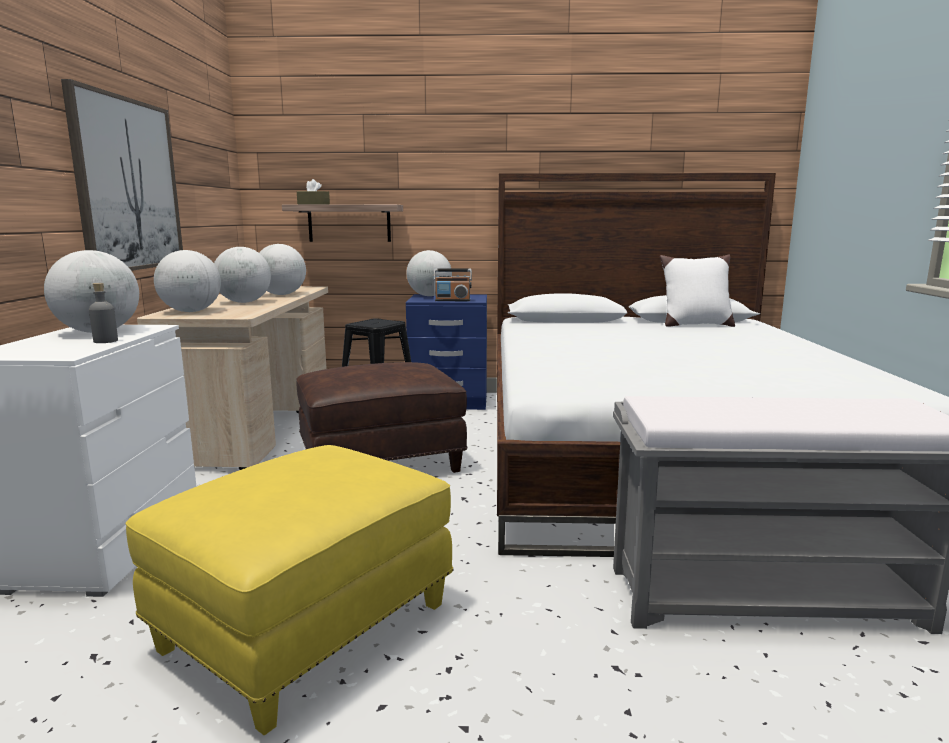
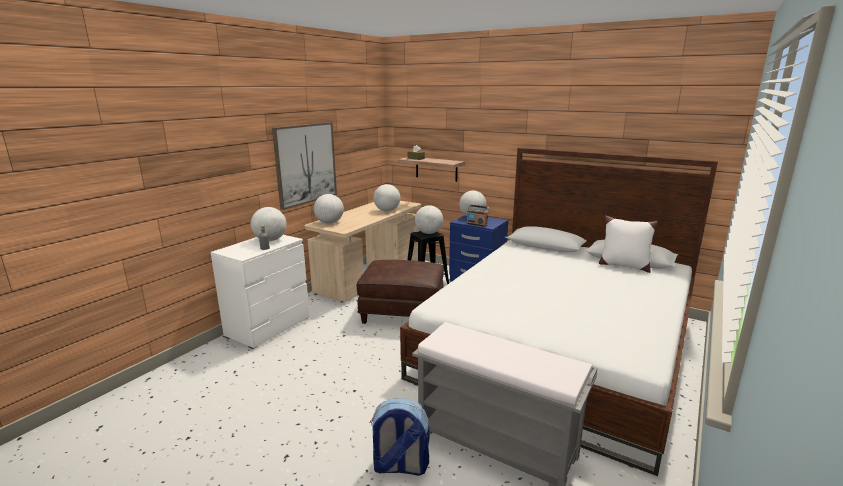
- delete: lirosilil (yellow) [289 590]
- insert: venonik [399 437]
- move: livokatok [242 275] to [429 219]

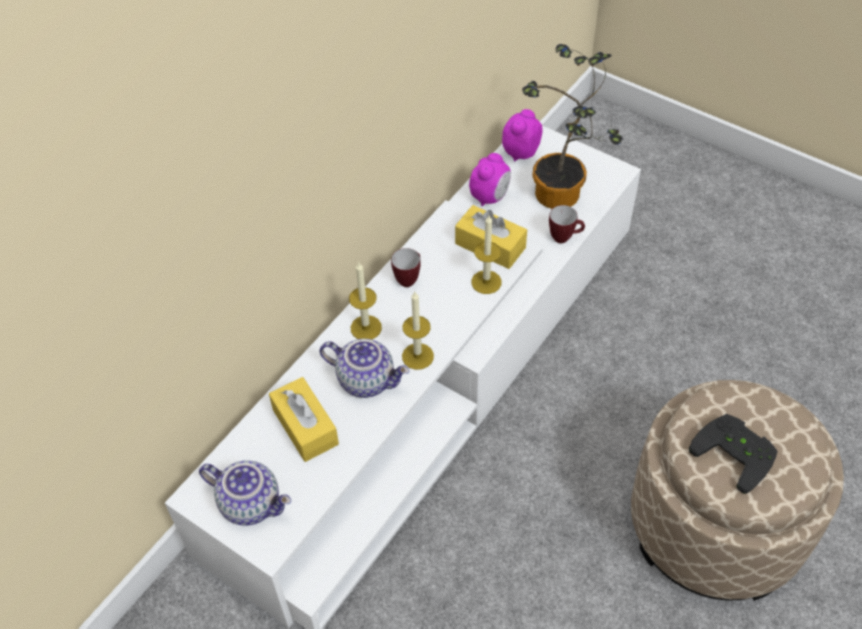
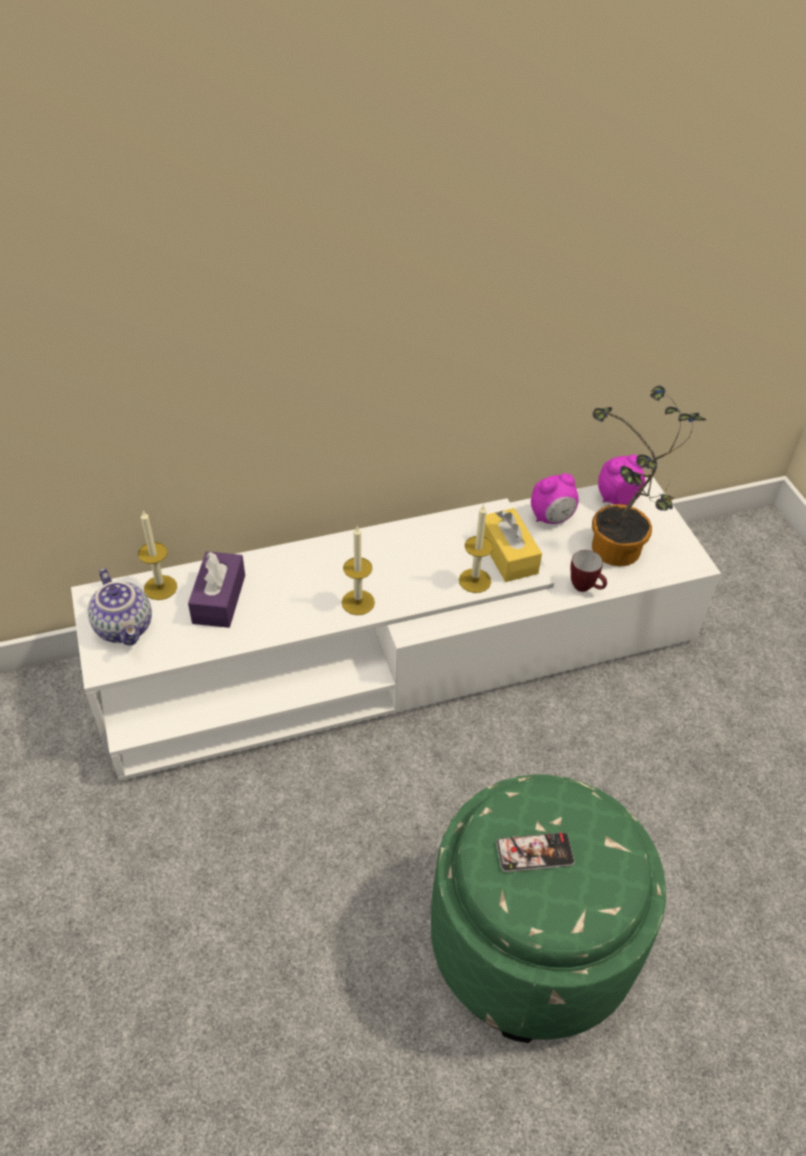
- delete: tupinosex [365 368]
- delete: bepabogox [406 267]
- move: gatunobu [365 301] to [157 555]
- replace: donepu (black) [733 454] to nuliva [535 852]
- recolor: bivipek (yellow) [304 419] to bivipek (purple) [216 589]
- recolor: lirosilil (beige) [737 490] to lirosilil (green) [548 908]

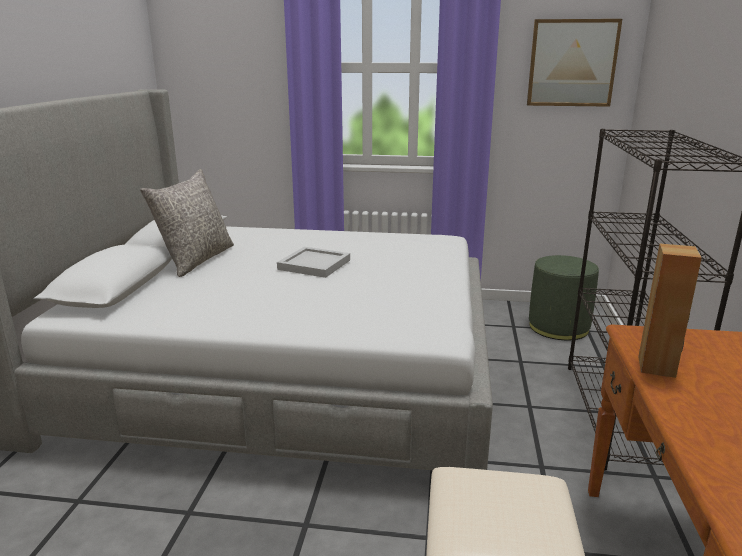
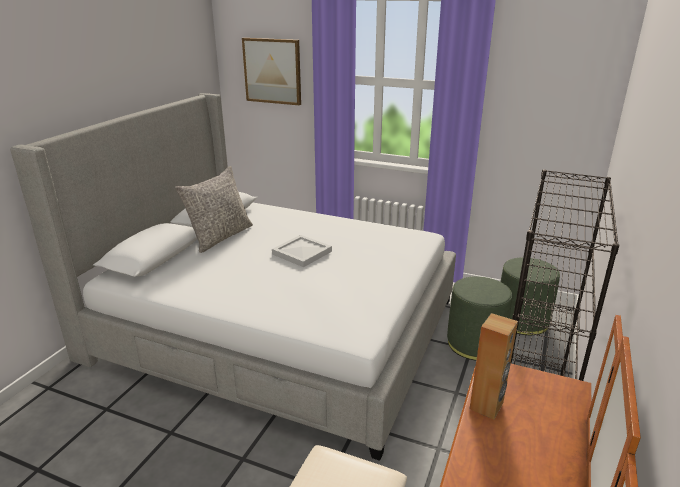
- insert: lirosilil (green) [479 318]
- move: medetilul [574 63] to [271 71]

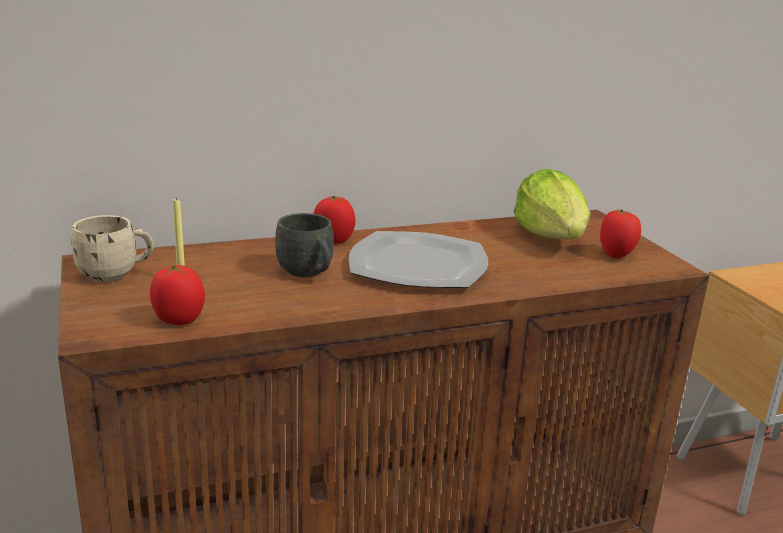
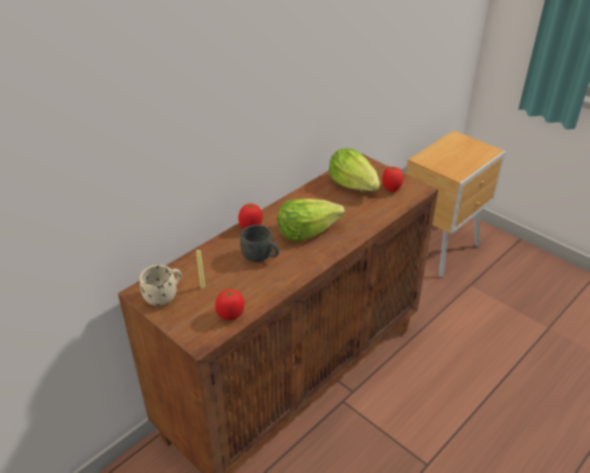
- replace: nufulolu [418 259] to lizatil [311 220]

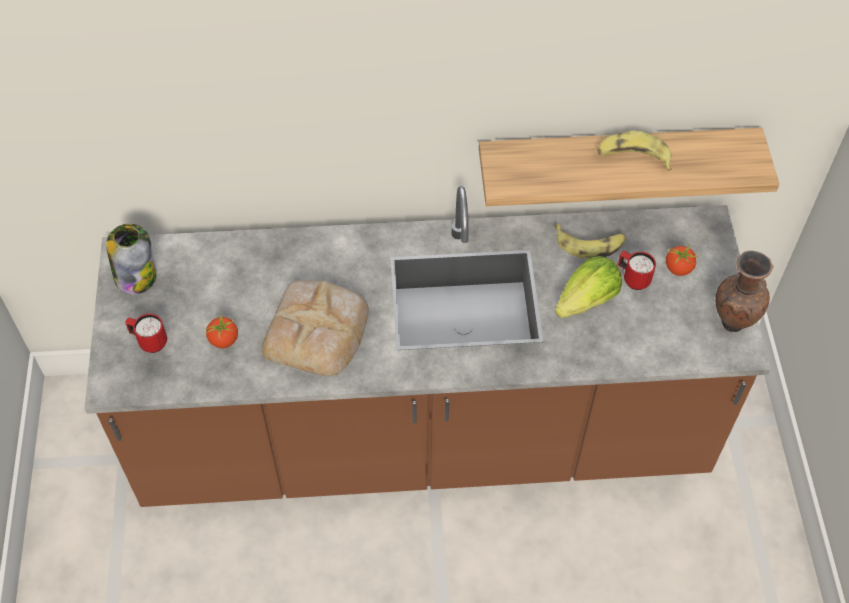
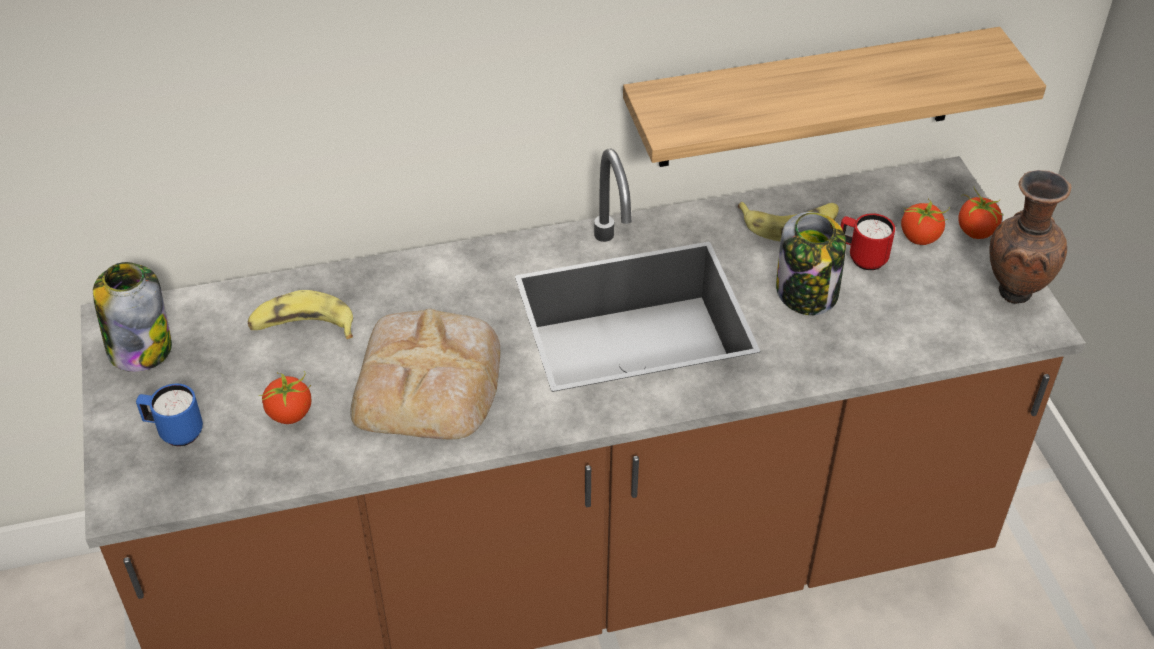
- insert: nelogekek [981 213]
- move: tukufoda [634 151] to [300 314]
- replace: lizatil [588 287] to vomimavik [811 263]
- recolor: bepabogox (red) [146 333] to bepabogox (blue) [169 414]

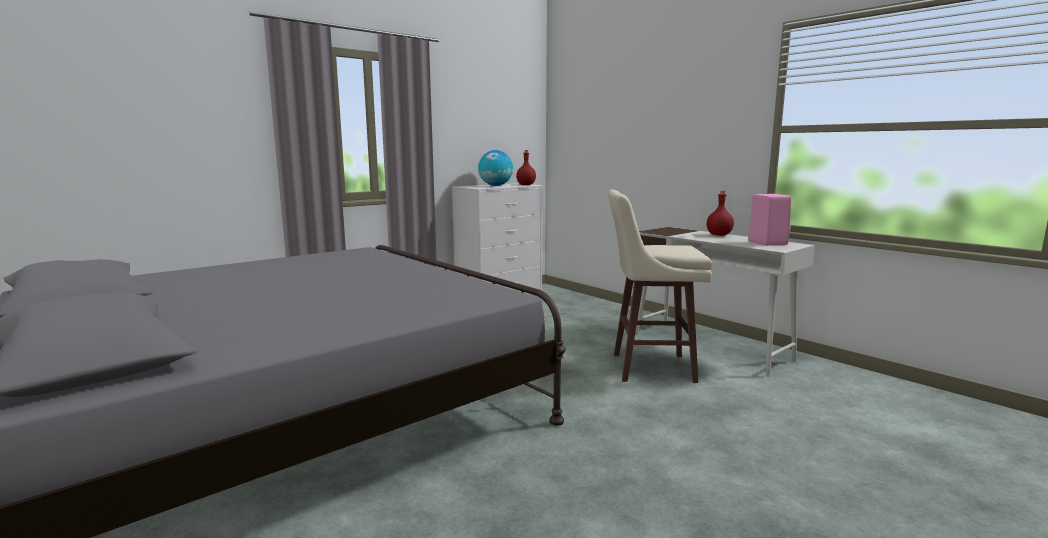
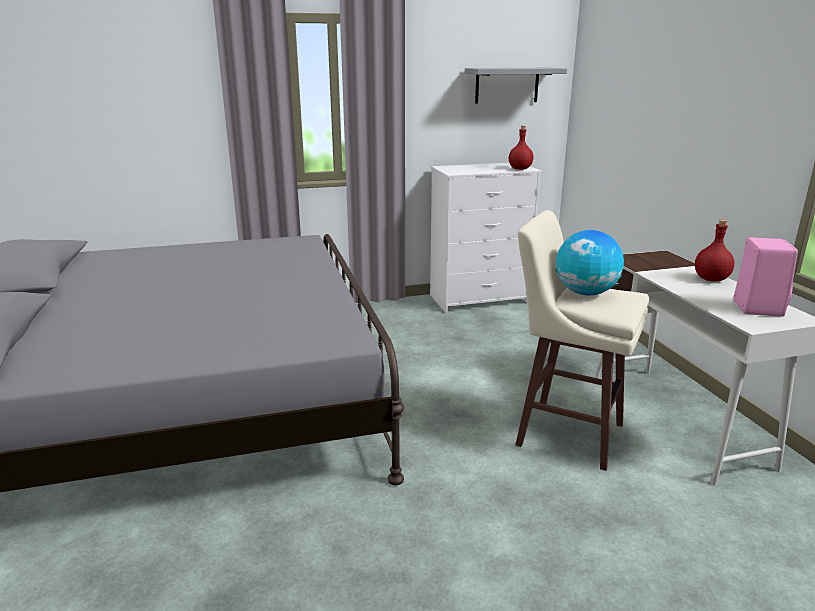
- insert: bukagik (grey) [516 85]
- move: livokatok [495 168] to [590 262]

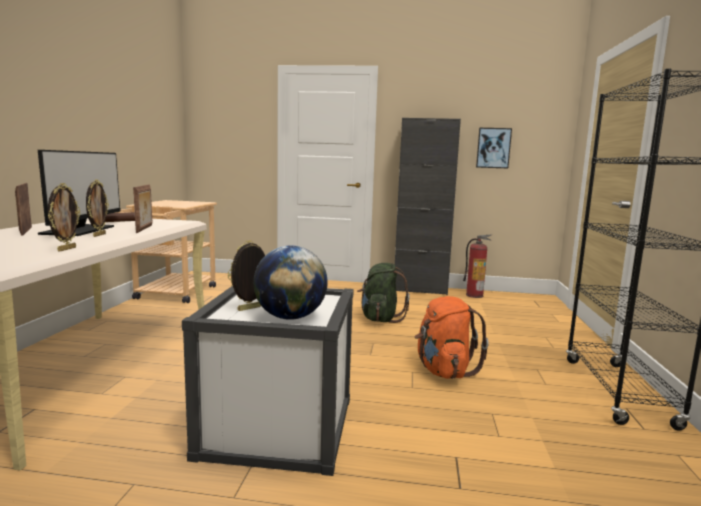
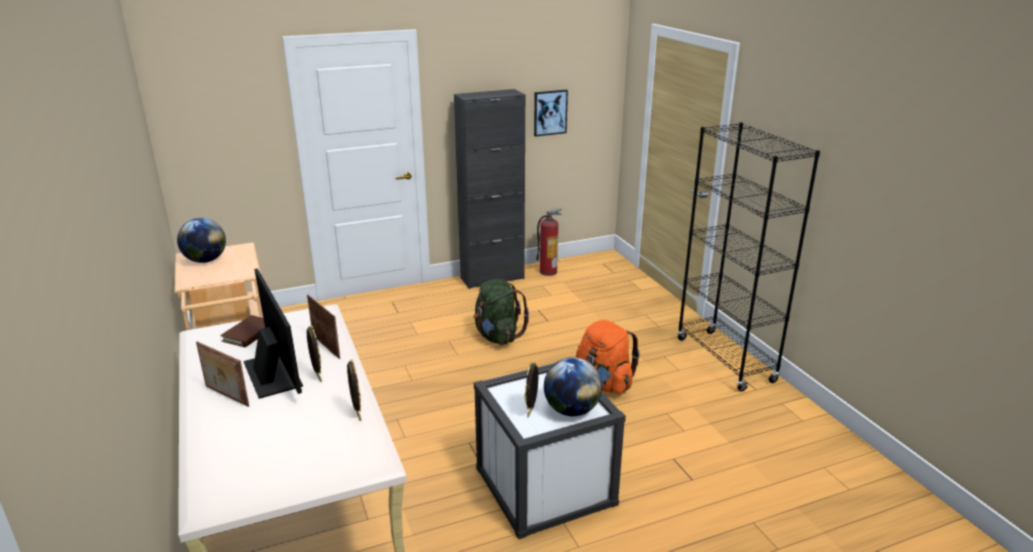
- insert: livokatok [201 240]

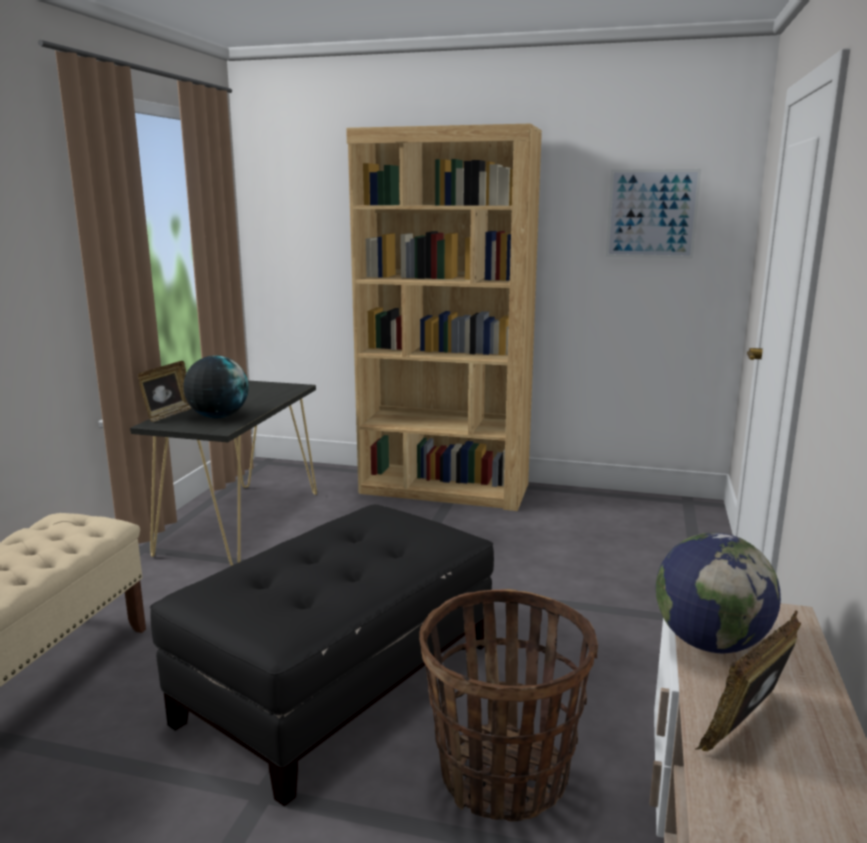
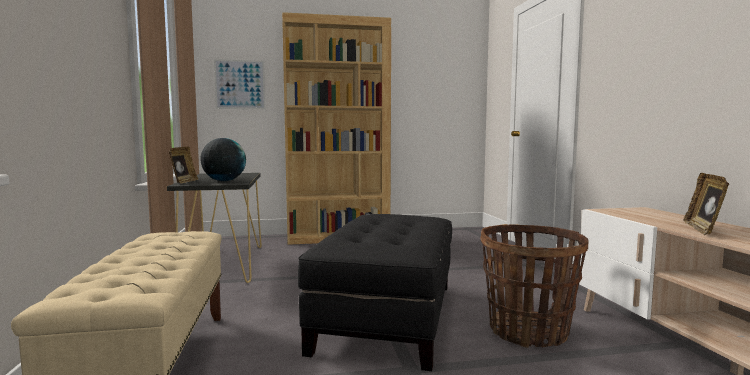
- delete: livokatok [718 592]
- move: medetilul [653 213] to [240 84]

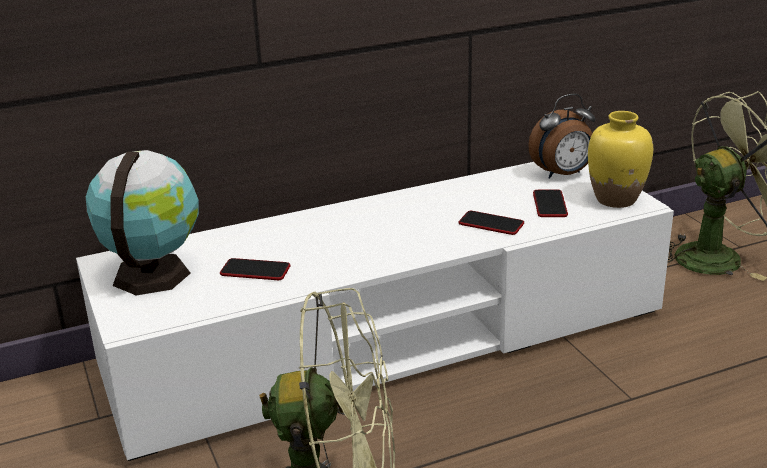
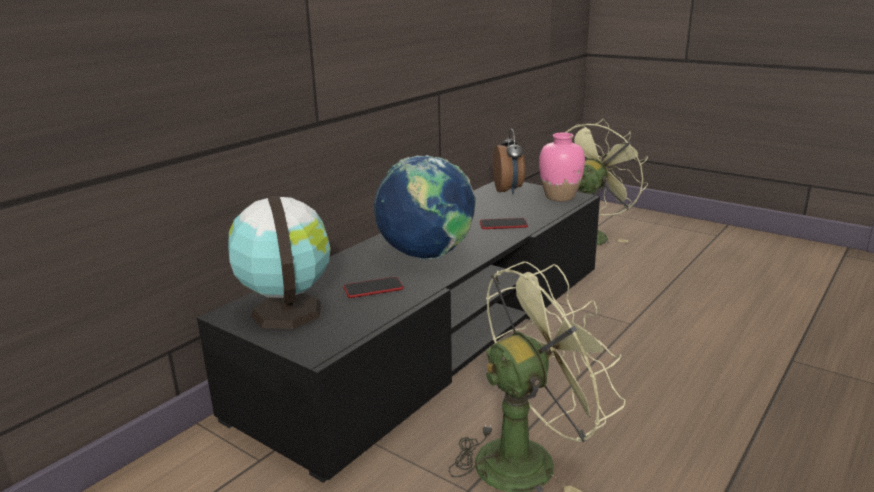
- delete: nuliva [550 203]
- insert: livokatok [425 207]
- recolor: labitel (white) [375 311] to labitel (black) [398 332]
- recolor: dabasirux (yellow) [620 159] to dabasirux (pink) [562 167]
- rotate: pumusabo [561 136] = [509 161] 45 degrees counterclockwise

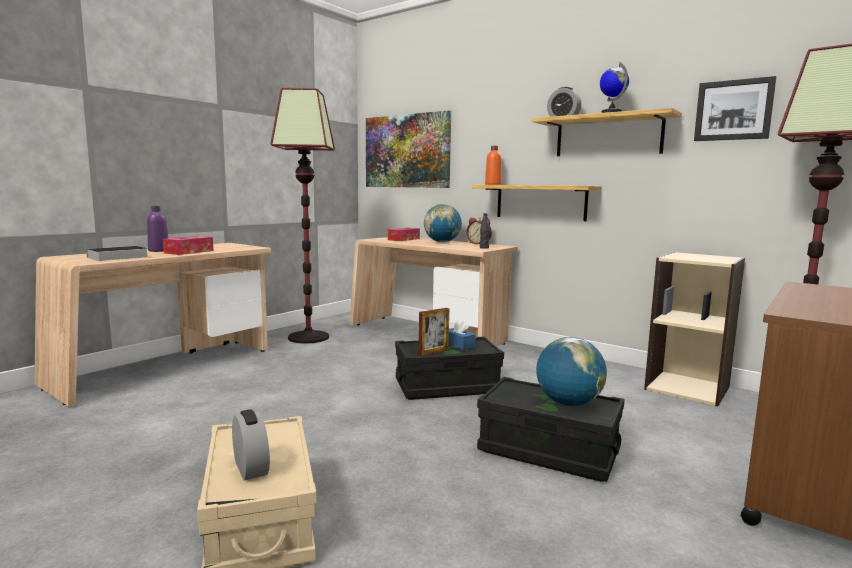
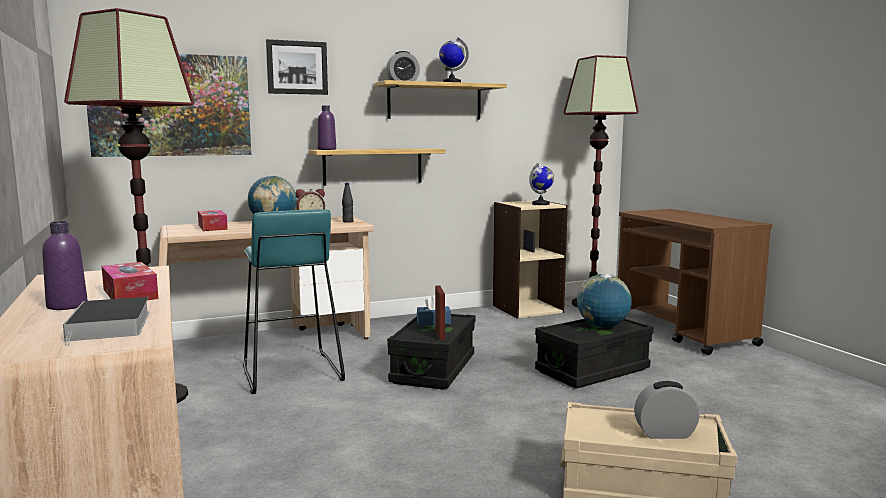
- insert: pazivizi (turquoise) [294 301]
- insert: livokatok [541 184]
- move: medetilul [735 108] to [297 67]
- recolor: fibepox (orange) [493 165] to fibepox (purple) [326 127]

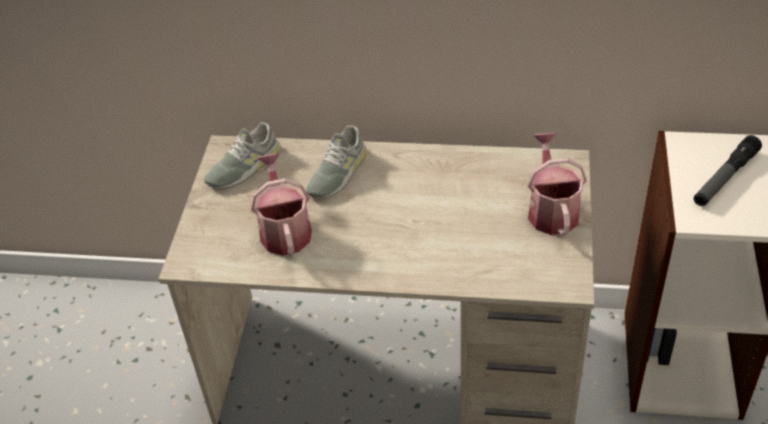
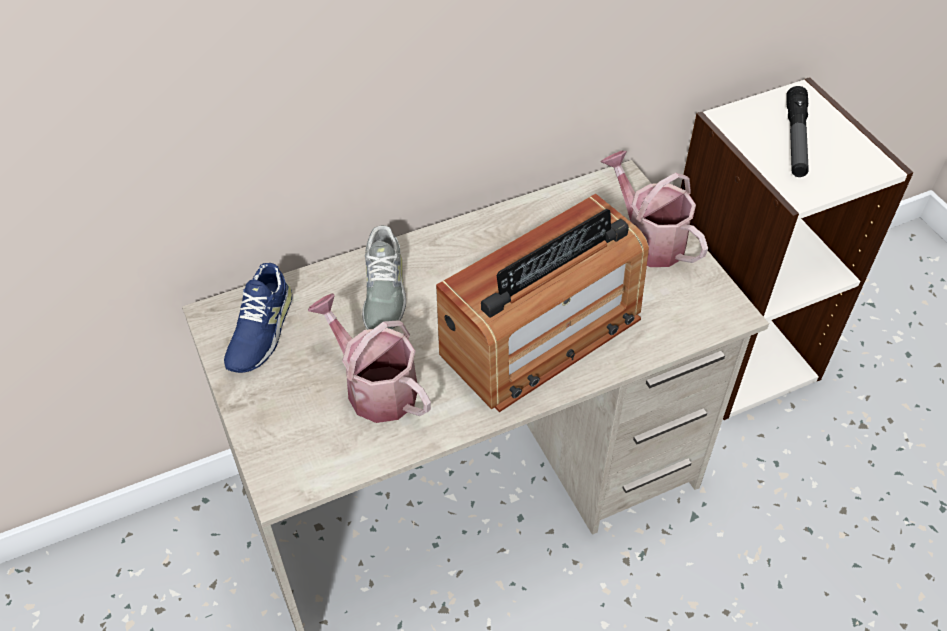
- insert: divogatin [542 302]
- recolor: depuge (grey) [242 155] to depuge (blue) [258 318]

